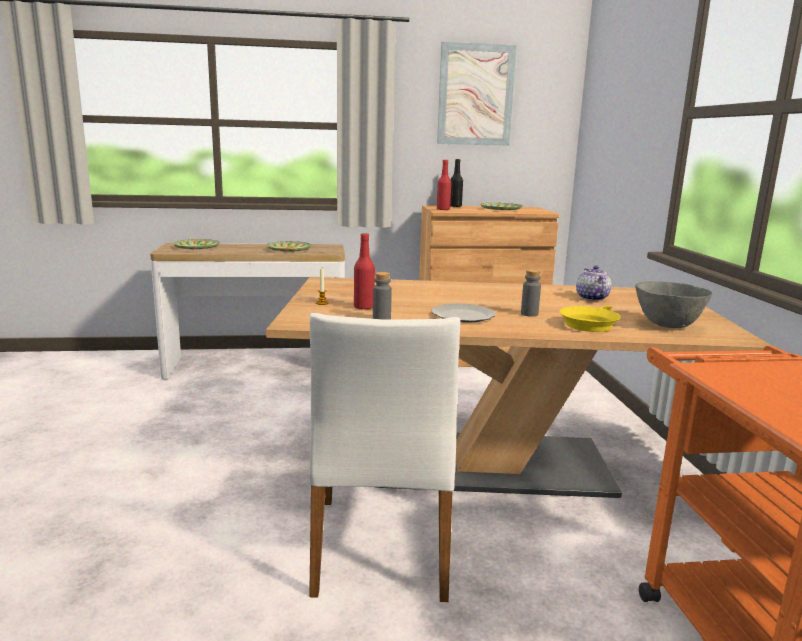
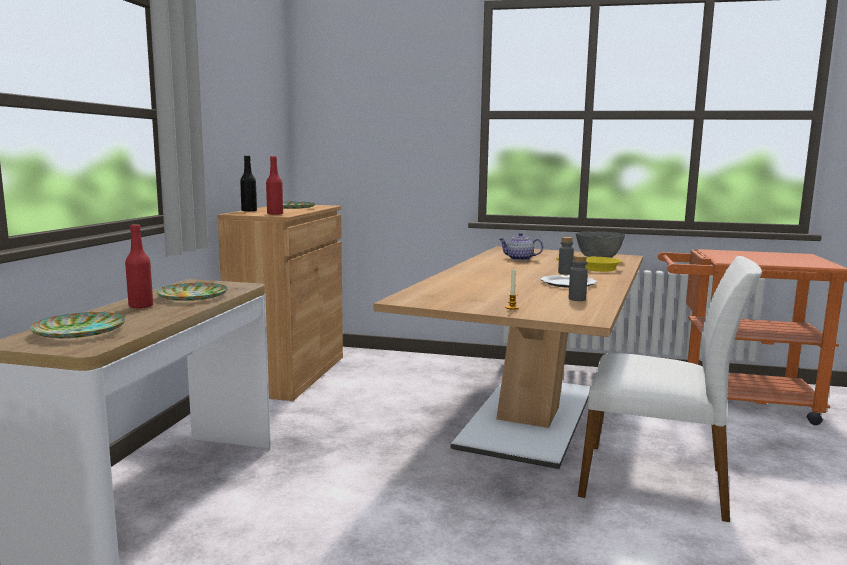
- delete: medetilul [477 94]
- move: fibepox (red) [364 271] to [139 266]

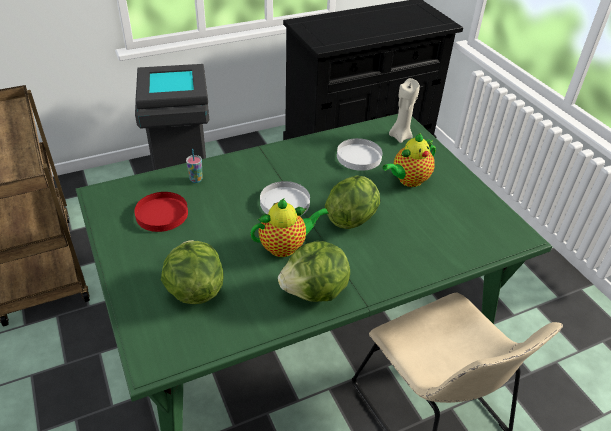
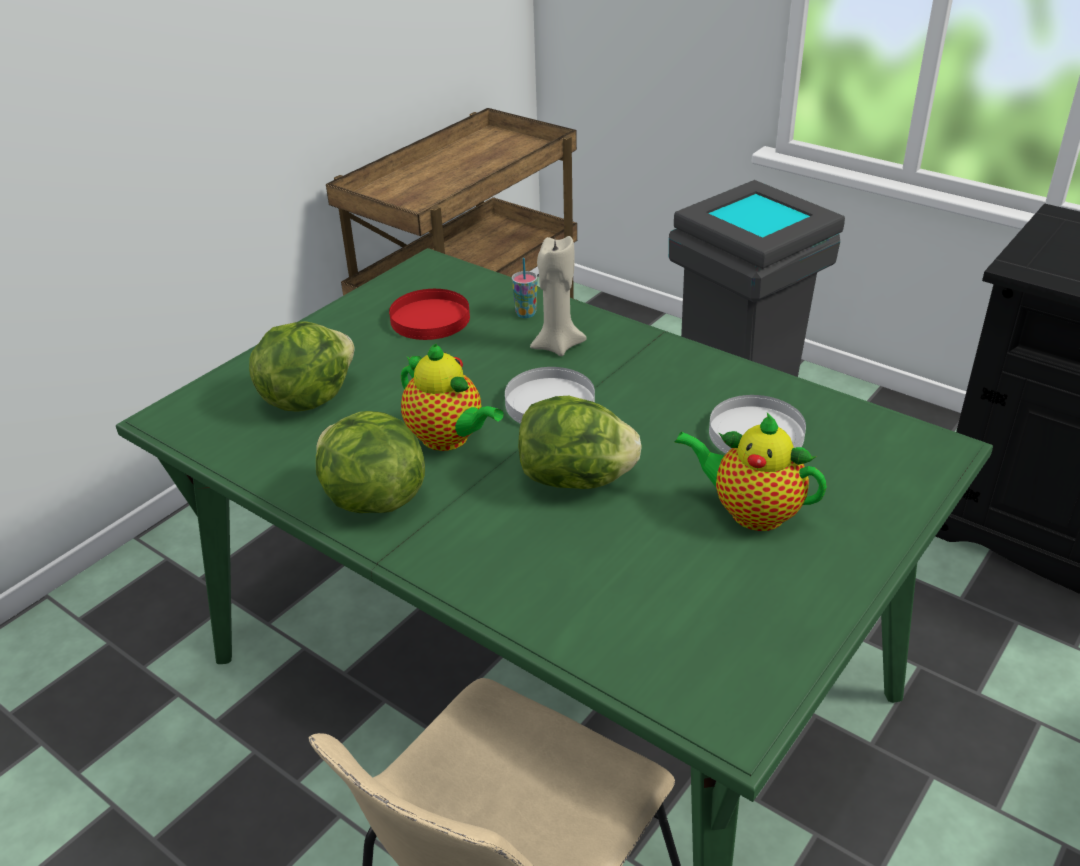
- move: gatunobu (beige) [404 110] to [558 296]

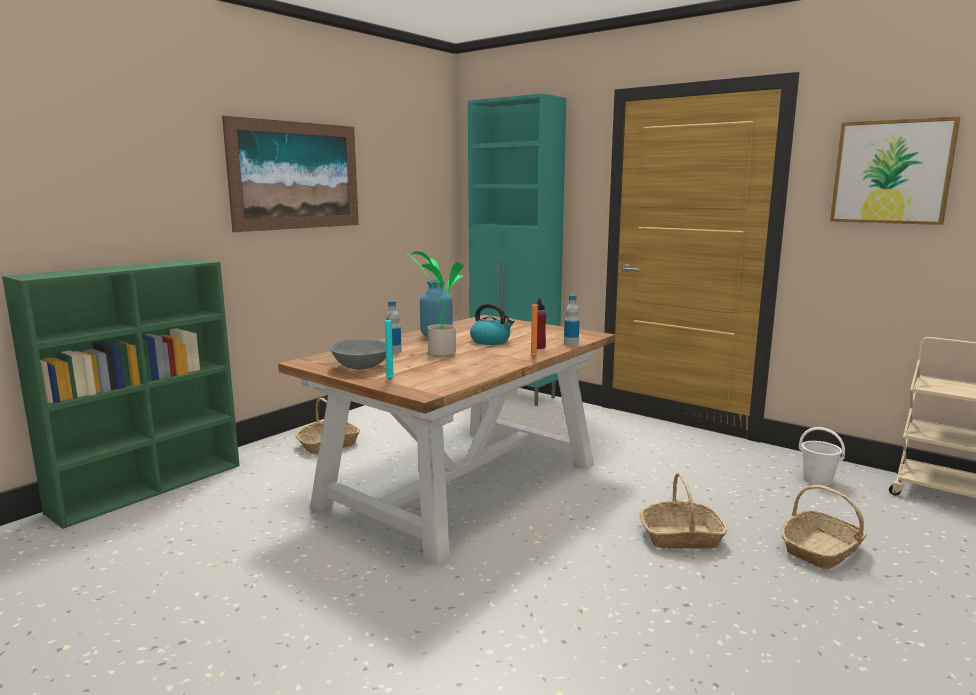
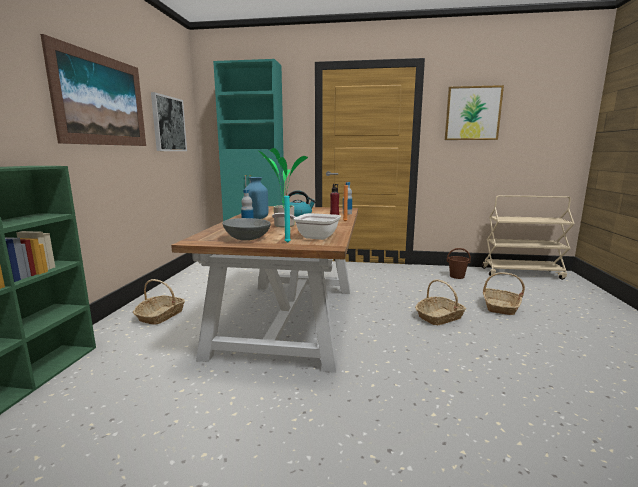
- insert: medetilul [169 121]
- insert: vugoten [306 226]
- recolor: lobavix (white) [822 456] to lobavix (brown) [459 263]

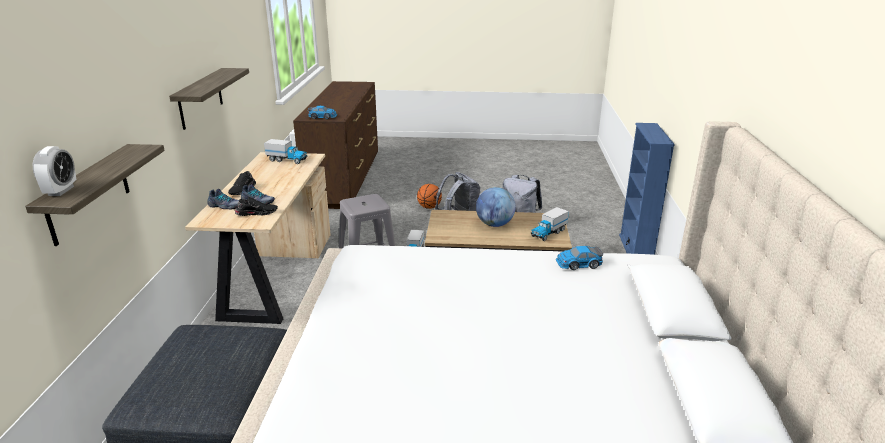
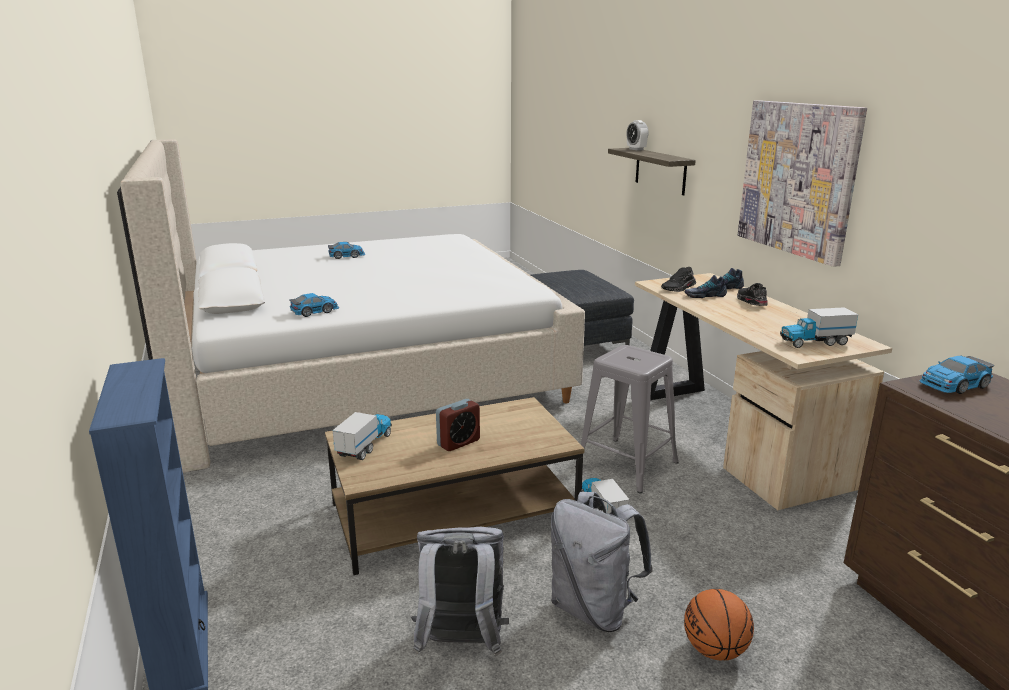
- insert: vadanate [346 250]
- replace: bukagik [209 99] to medetilul [802 183]
- replace: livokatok [496 207] to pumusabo [458 425]

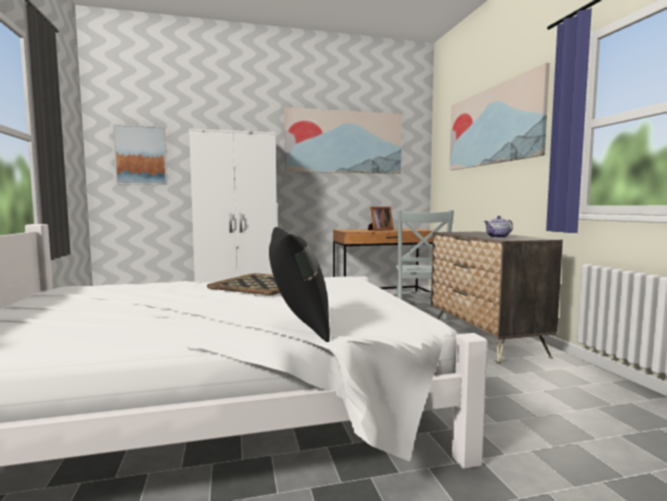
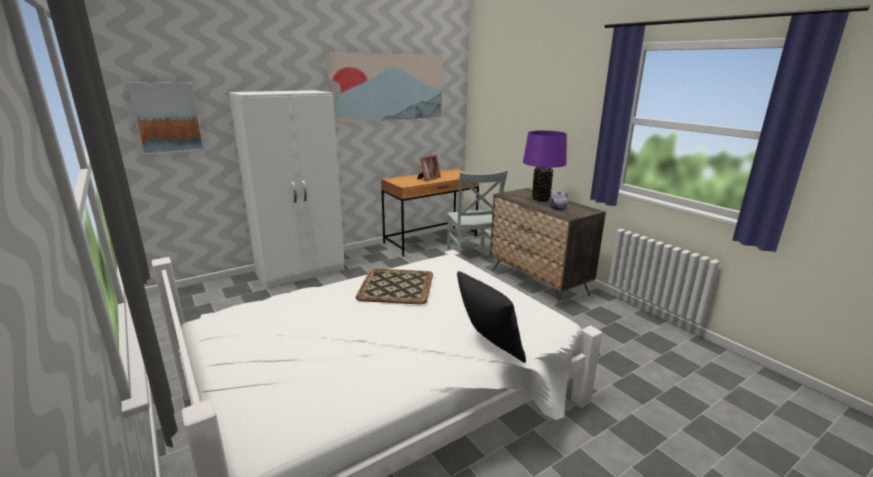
- delete: medetilul [500 116]
- insert: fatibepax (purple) [545 166]

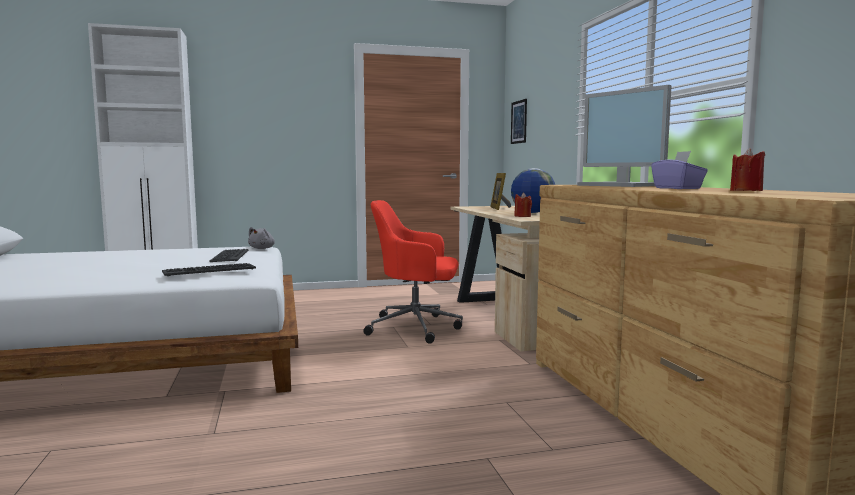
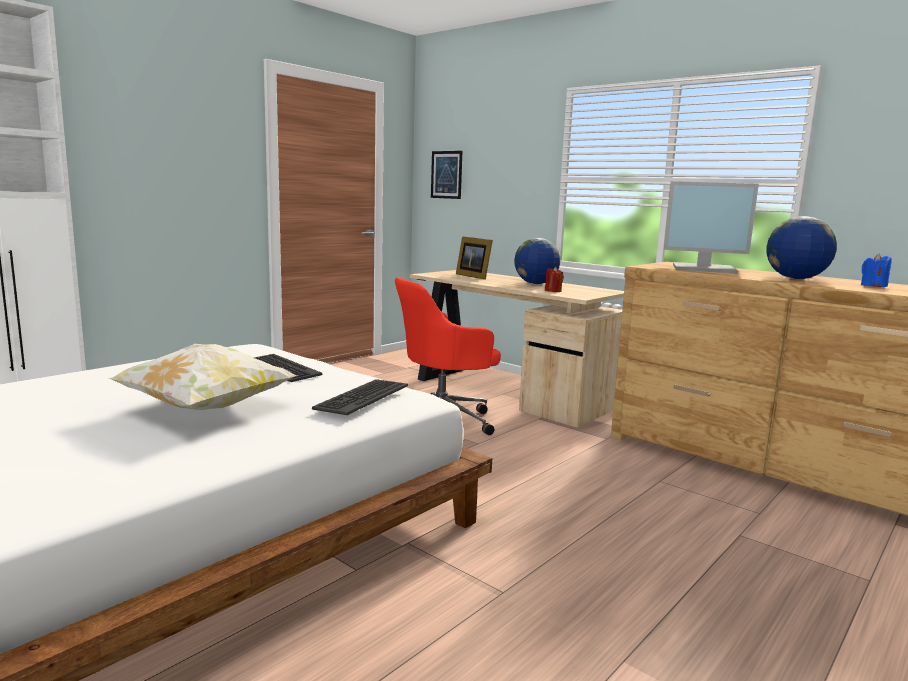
- delete: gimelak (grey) [261 238]
- insert: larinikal [202 377]
- replace: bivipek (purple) [679 170] to livokatok [802 247]
- recolor: gatunobu (red) [747 169] to gatunobu (blue) [876 270]

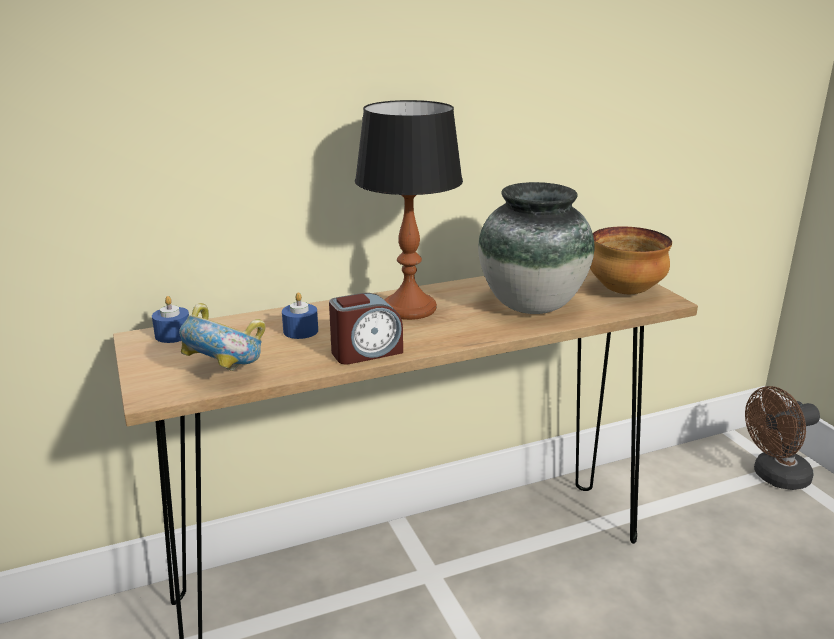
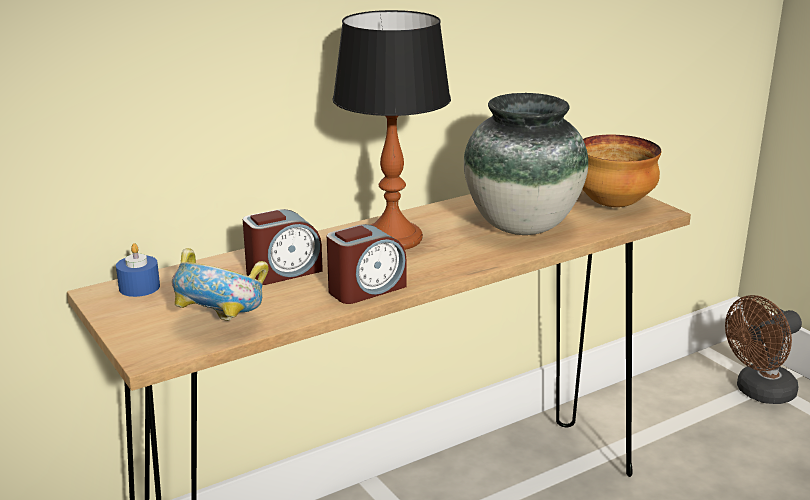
- replace: gatunobu (blue) [300 315] to pumusabo [283 247]

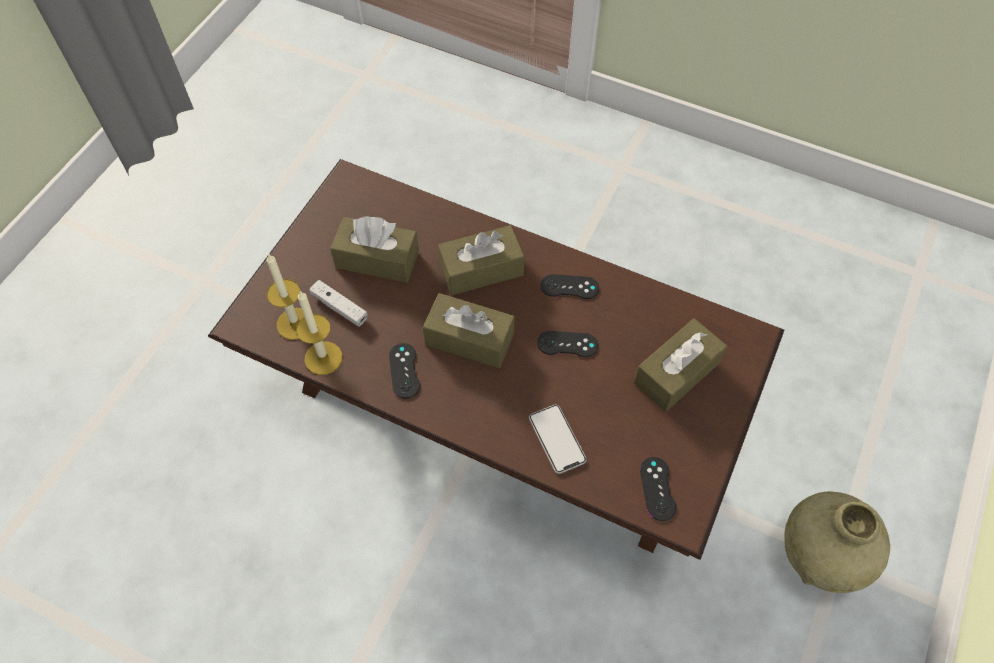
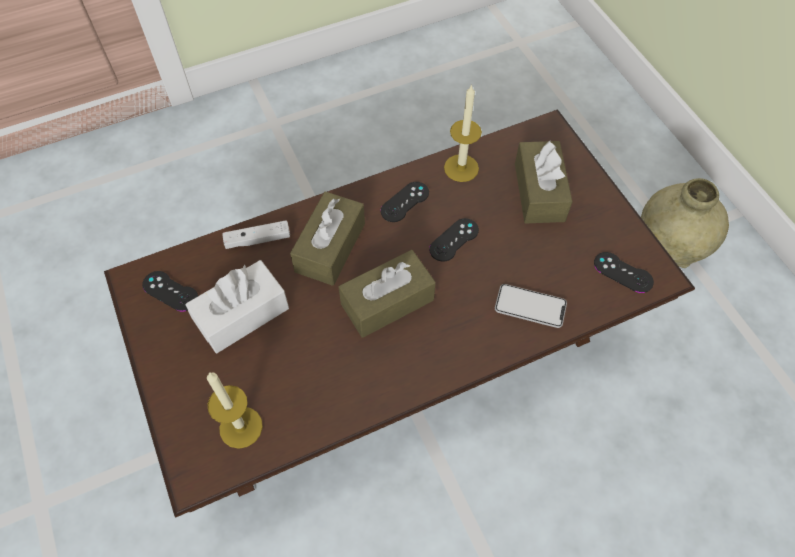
- move: gatunobu [319 333] to [463 133]
- move: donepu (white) [338 303] to [256 234]
- move: donepu (black) [404 371] to [170 291]
- recolor: bivipek (brown) [374 249] to bivipek (white) [237 306]

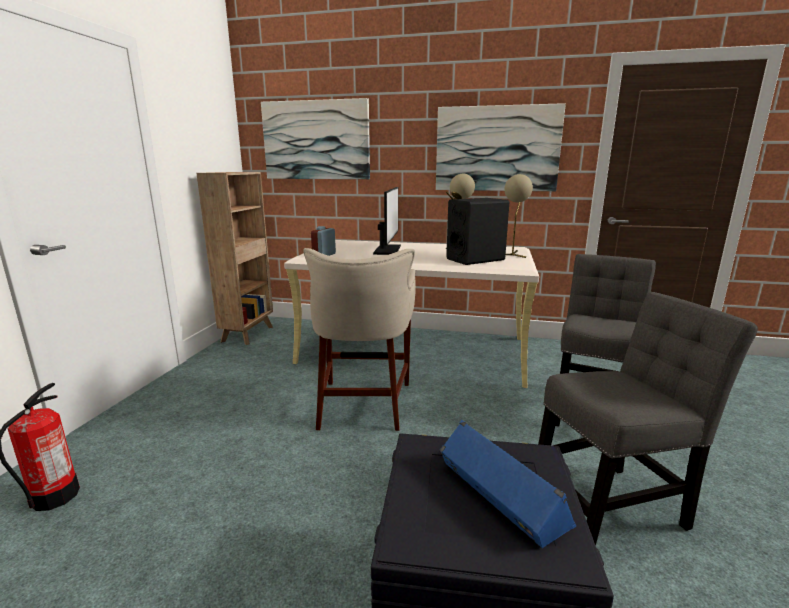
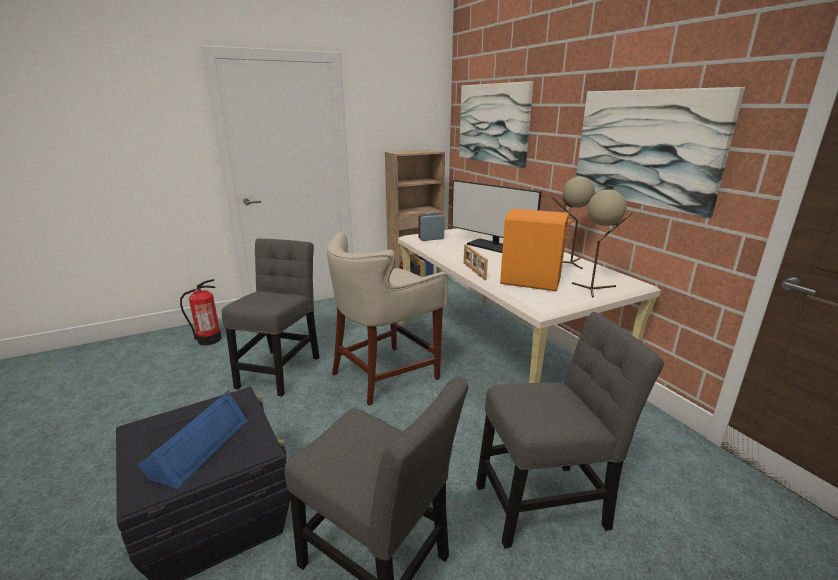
- insert: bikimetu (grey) [270 317]
- insert: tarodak [476 262]
- recolor: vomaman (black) [477 231] to vomaman (orange) [536 250]
- rotate: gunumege [387 221] = [497 216] 75 degrees clockwise

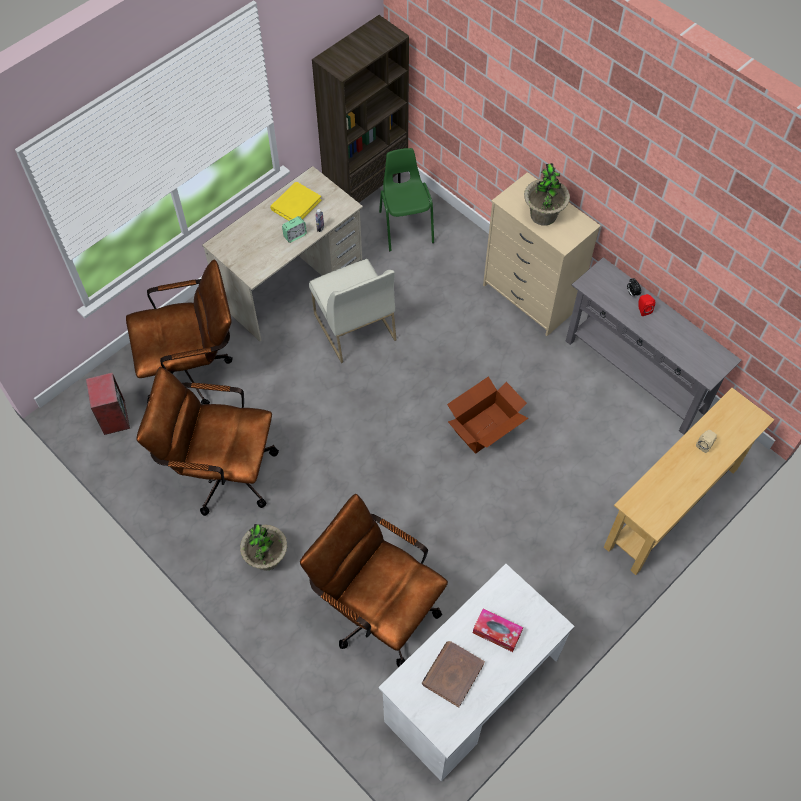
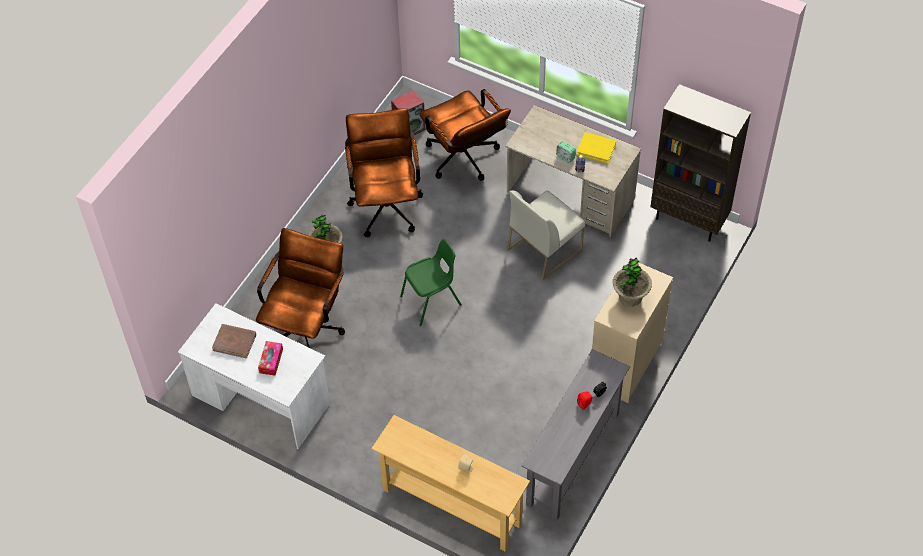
- delete: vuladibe [487 414]
- move: bikimetu (green) [406 199] to [431 282]

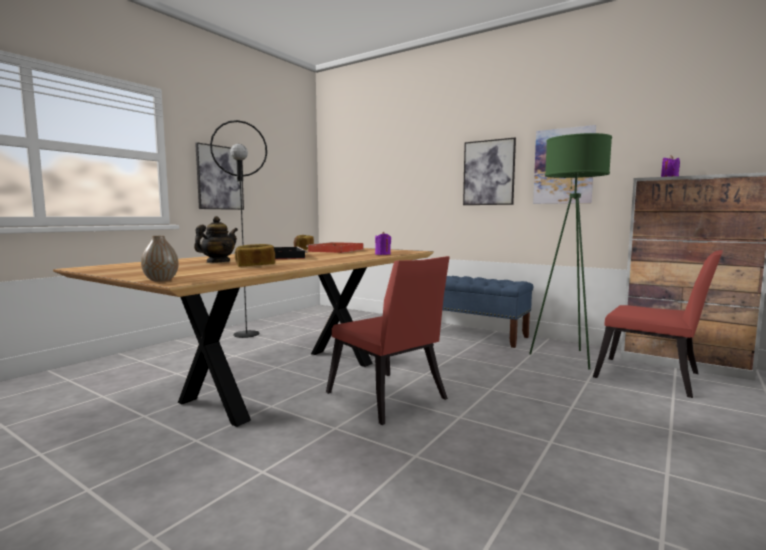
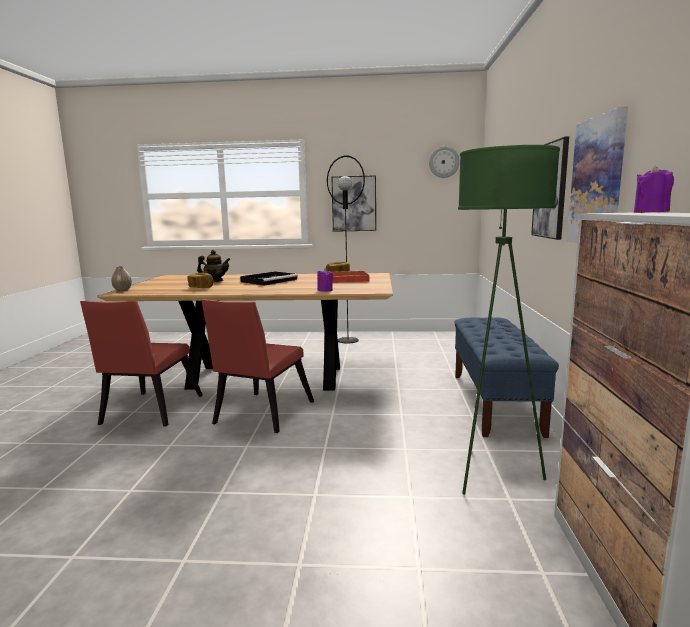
- insert: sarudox [444 162]
- move: bikimetu (red) [658 324] to [141 364]

